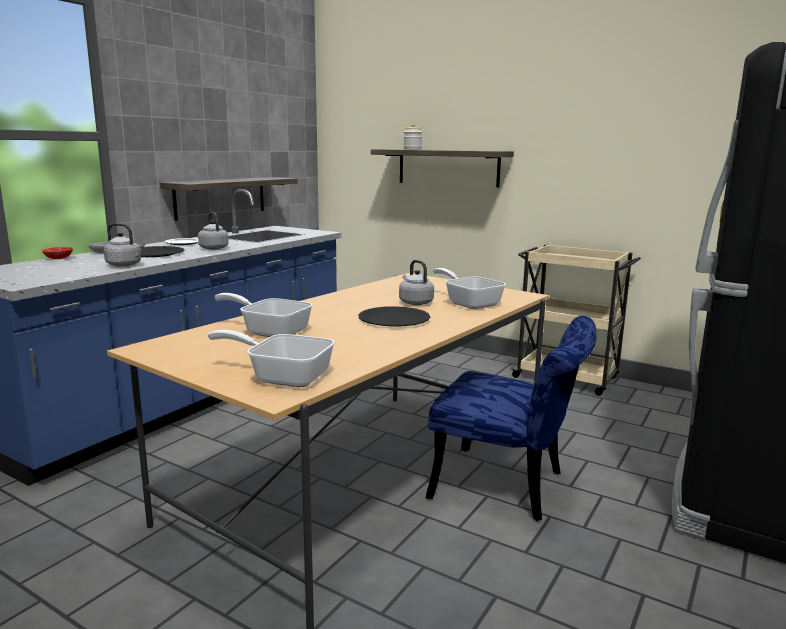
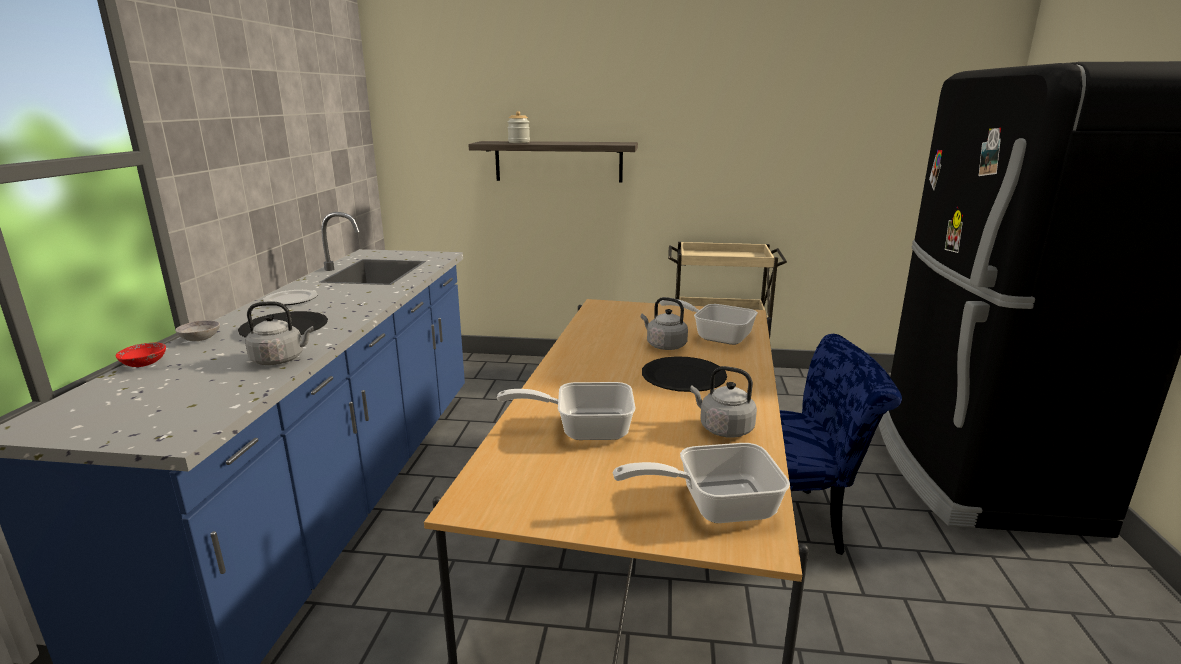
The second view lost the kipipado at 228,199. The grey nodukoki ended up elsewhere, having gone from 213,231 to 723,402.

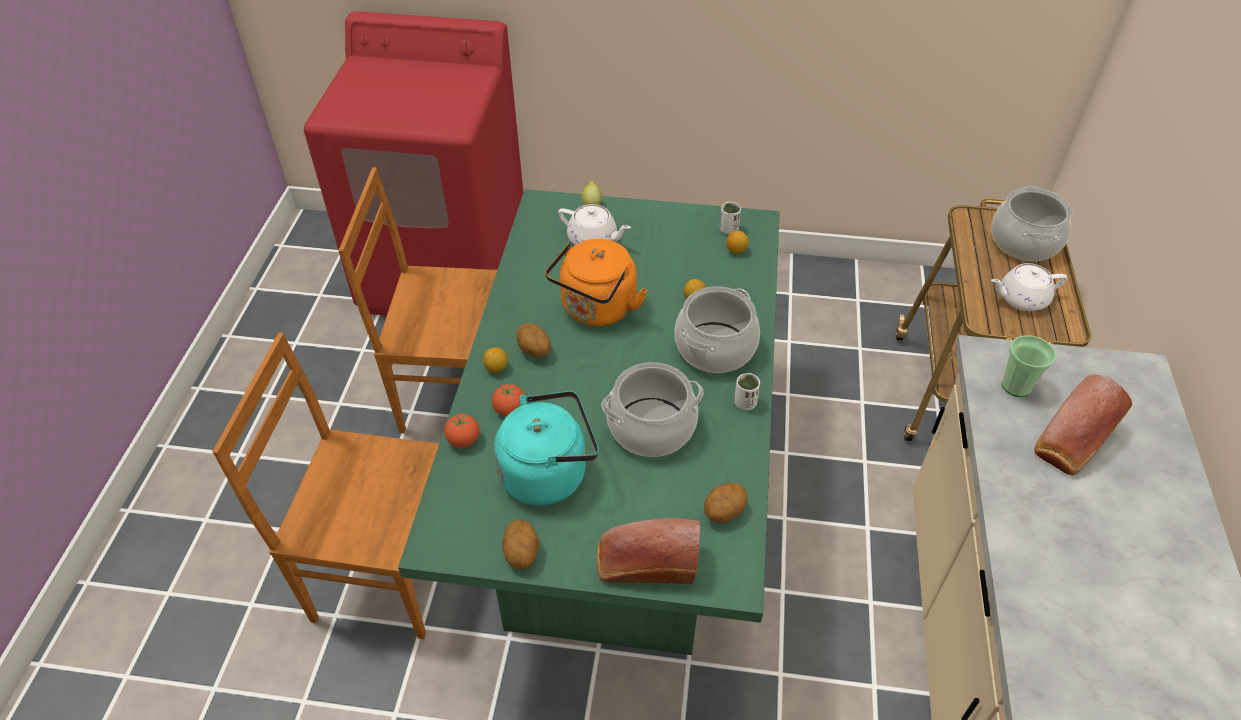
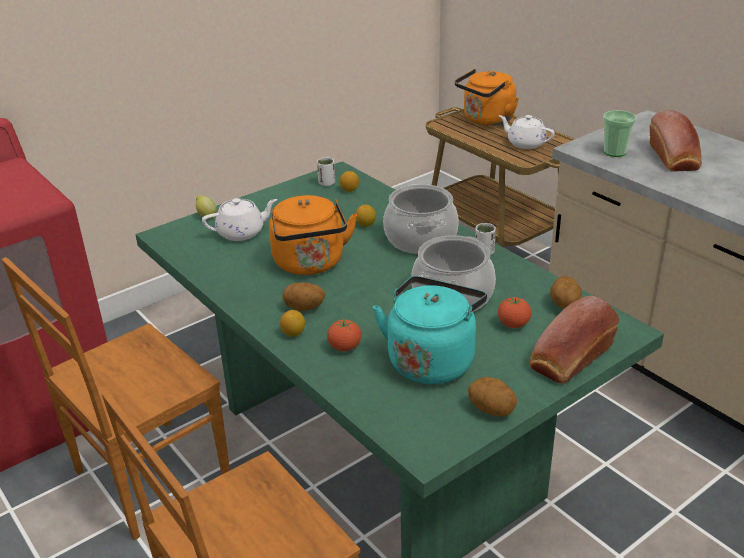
The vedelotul ended up elsewhere, having gone from 461,431 to 514,312. Where the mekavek stood at 1031,223, the orange nodukoki came to stand at 487,97. The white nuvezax at 1029,287 ended up facing another way, 90 degrees clockwise from before.

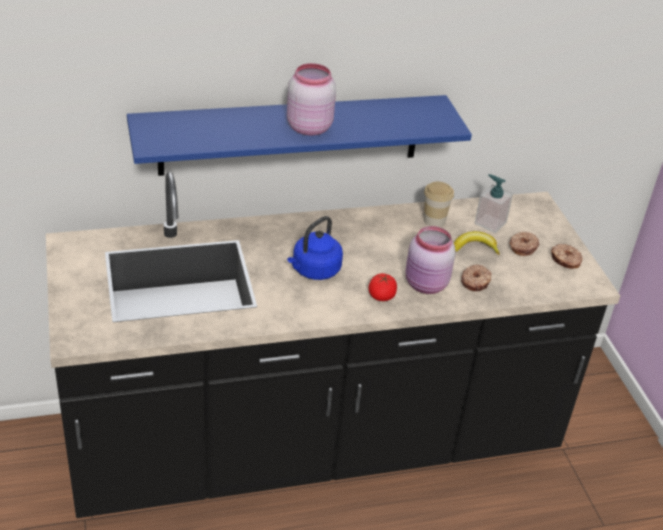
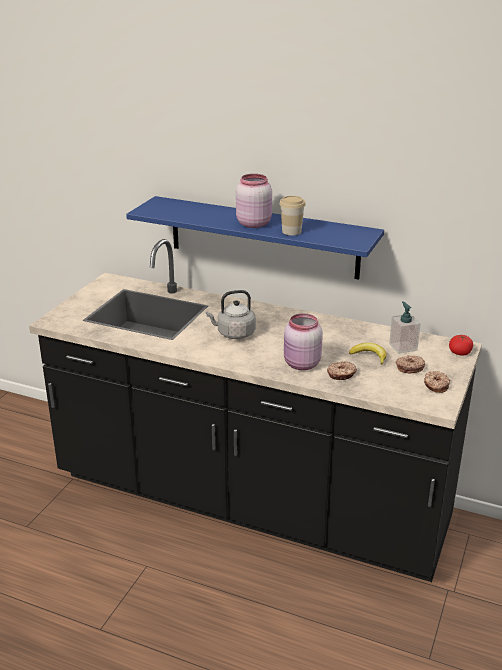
What was the blue nodukoki at 315,248 turned into the grey nodukoki at 231,314. The vedelotul ended up elsewhere, having gone from 382,287 to 461,345. The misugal ended up elsewhere, having gone from 439,204 to 292,215.

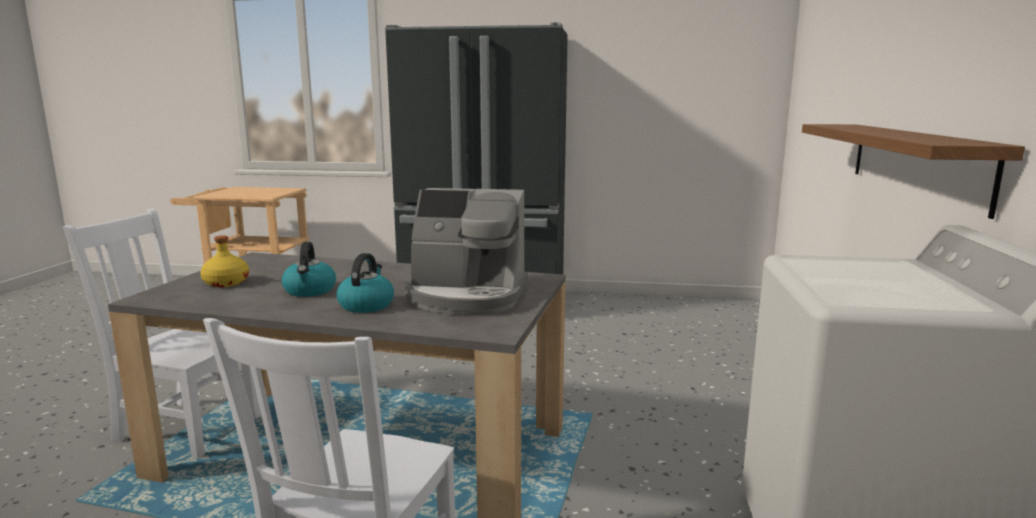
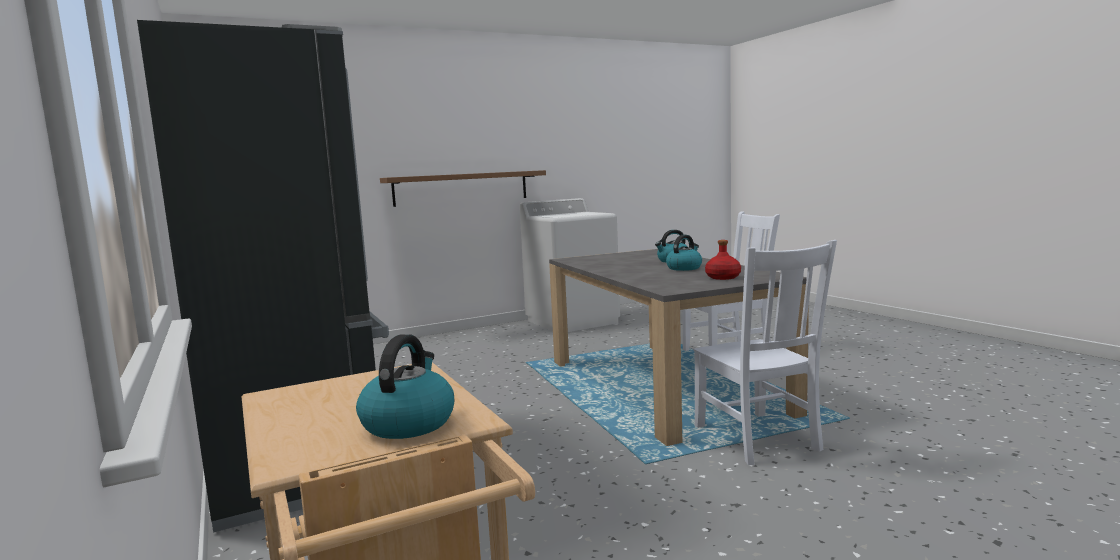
What was the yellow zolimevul at 224,261 turned into the red zolimevul at 723,260. The second view lost the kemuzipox at 466,251. The second view gained the nodukoki at 405,387.

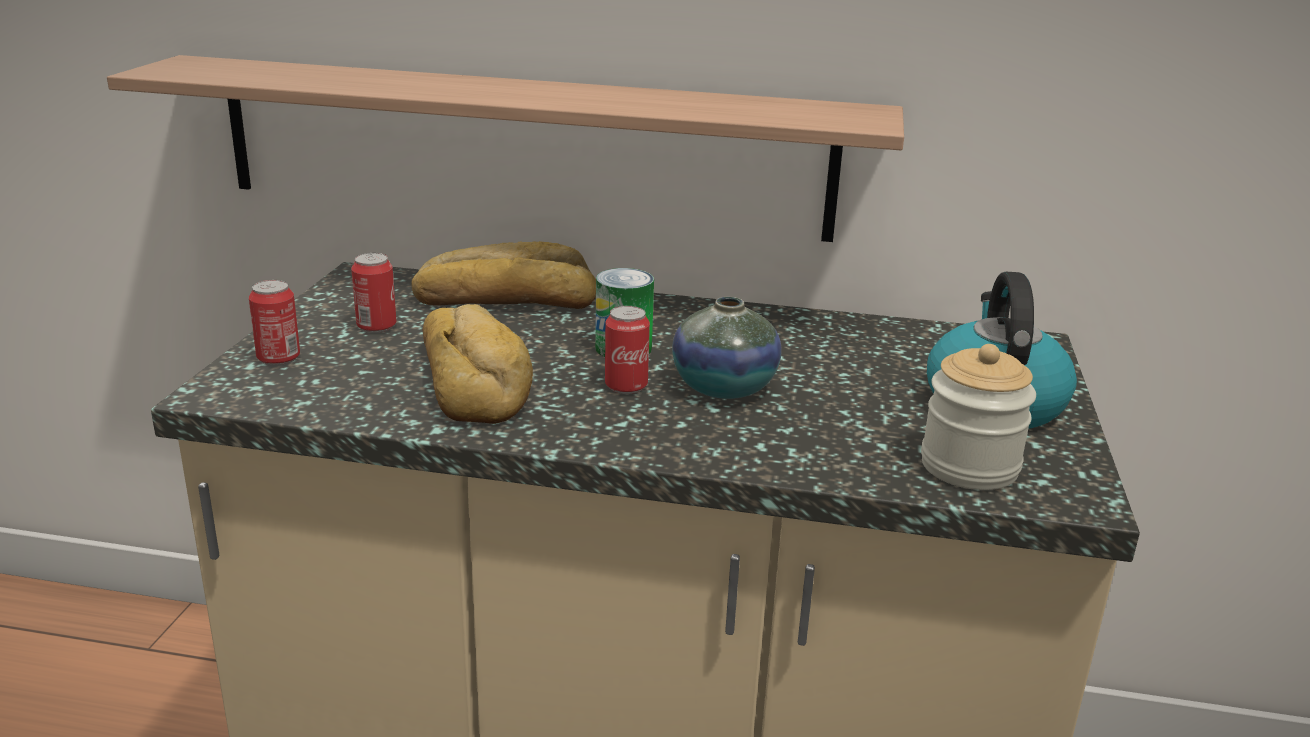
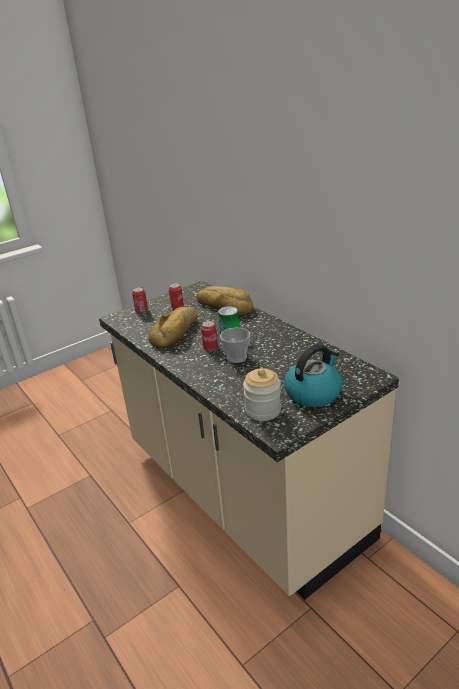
The second view lost the kipipado at 505,148. Where the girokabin stood at 726,348, the misugal came to stand at 235,345.

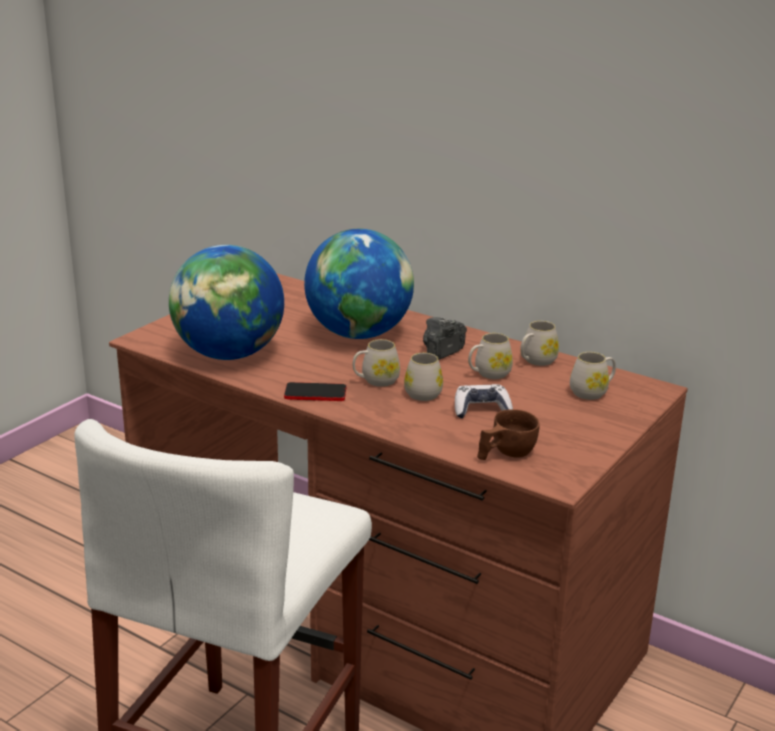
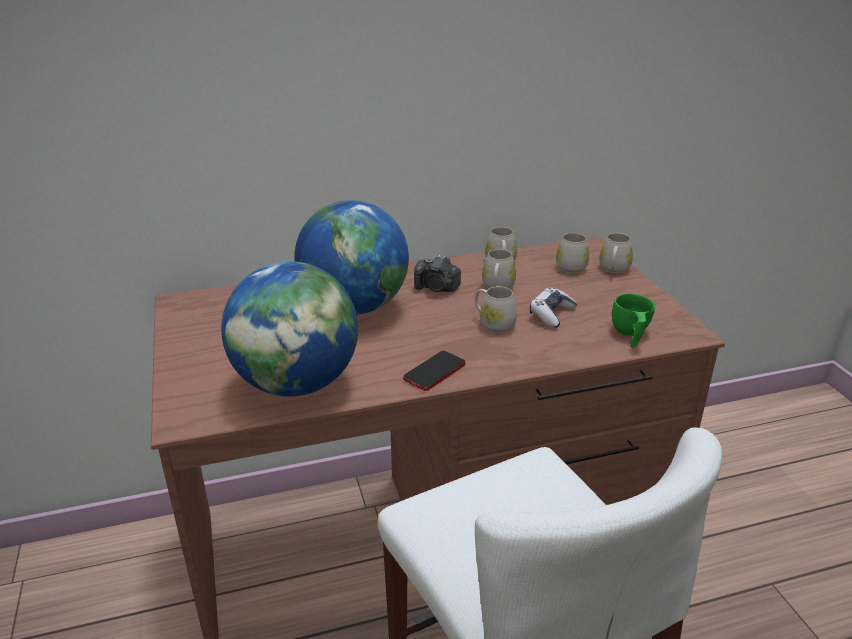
The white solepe ended up elsewhere, having gone from 376,363 to 616,253. The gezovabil at 445,338 ended up facing another way, 60 degrees counterclockwise from before. What was the brown misugal at 508,434 turned into the green misugal at 633,321.

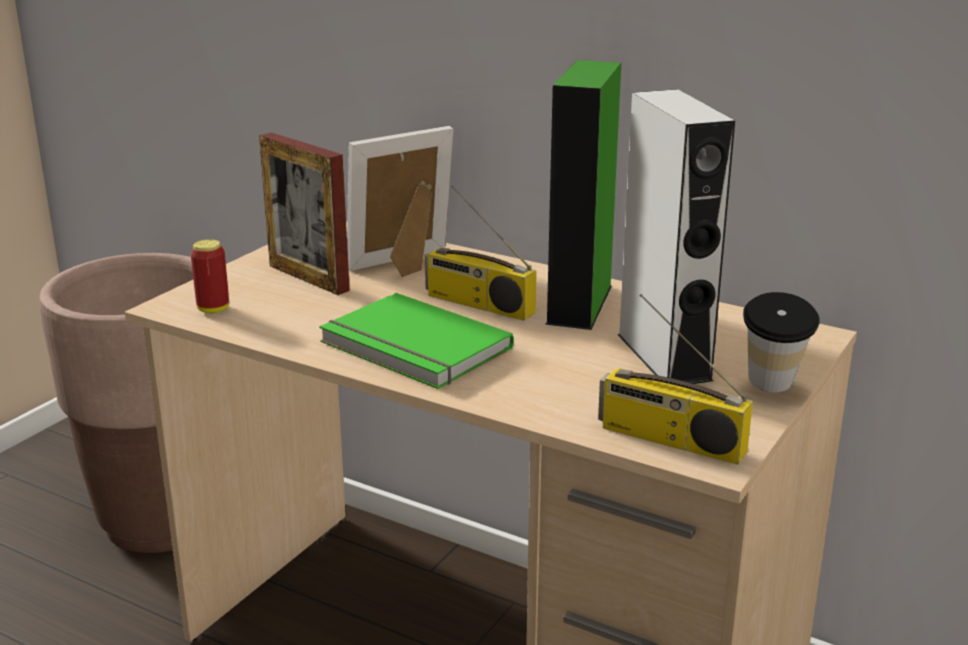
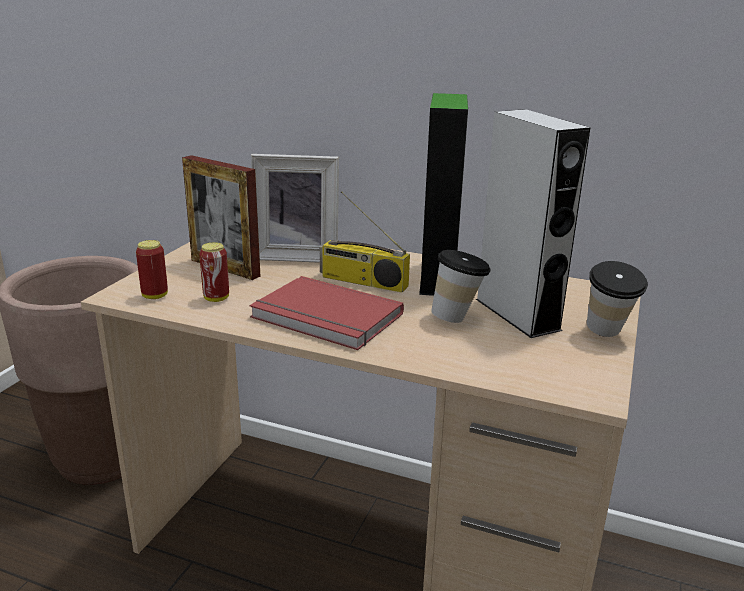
What was the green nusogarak at 416,341 turned into the red nusogarak at 327,313. The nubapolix at 400,201 ended up facing another way, 135 degrees counterclockwise from before. The second view lost the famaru at 675,379. The second view gained the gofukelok at 214,272. The second view gained the misugal at 461,286.

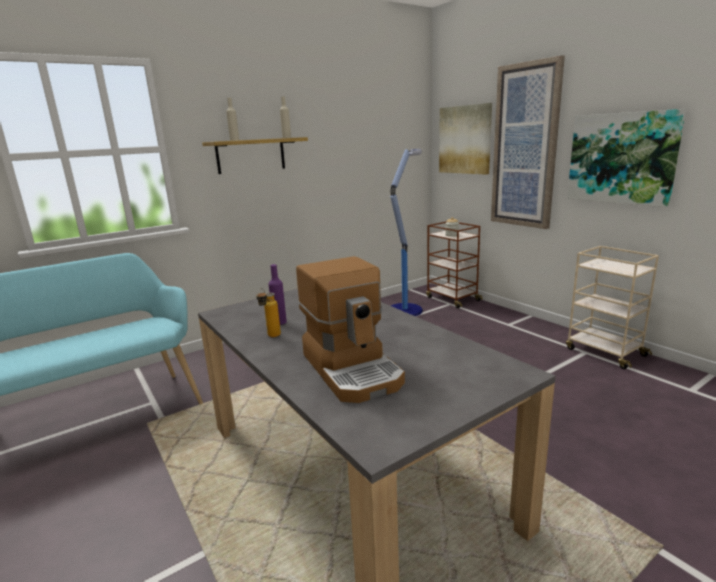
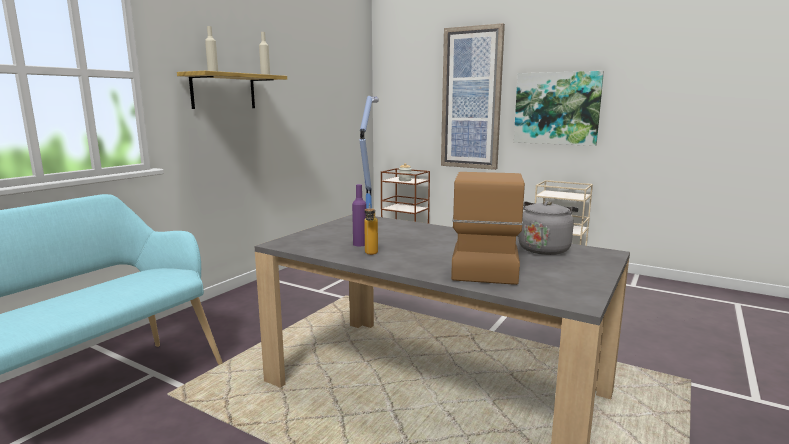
The kemuzipox at 350,329 ended up facing another way, 120 degrees counterclockwise from before. The second view lost the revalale at 465,139. The second view gained the grey nodukoki at 548,228.

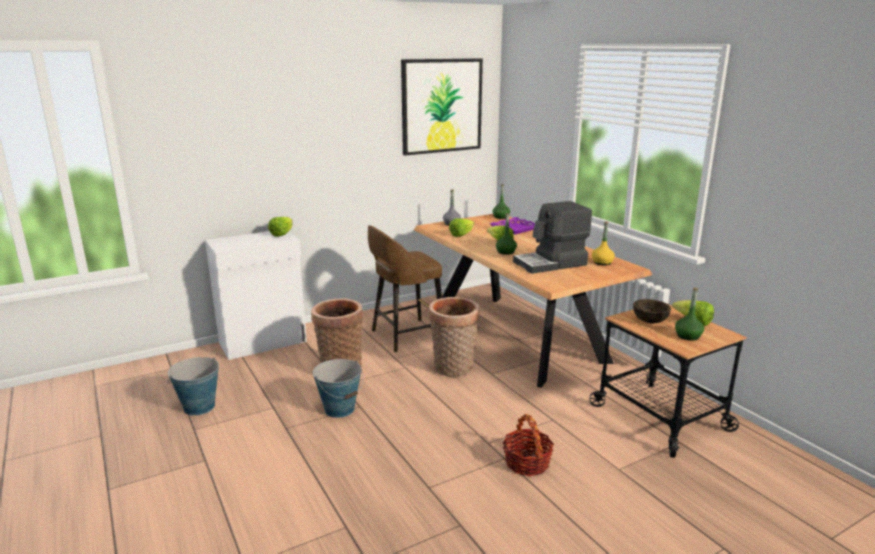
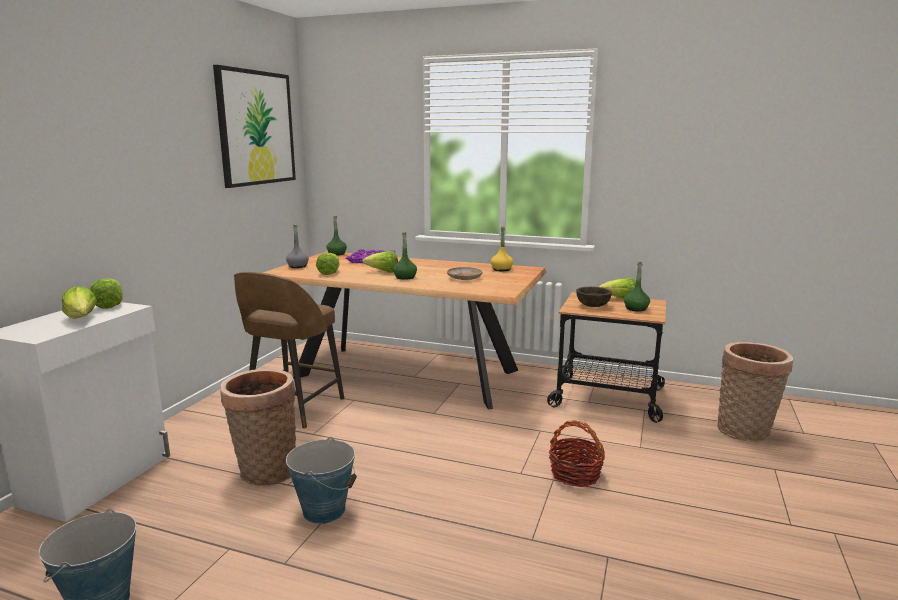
The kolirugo ended up elsewhere, having gone from 454,337 to 755,391. Where the kemuzipox stood at 552,237, the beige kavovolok came to stand at 464,273. The second view gained the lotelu at 79,302.

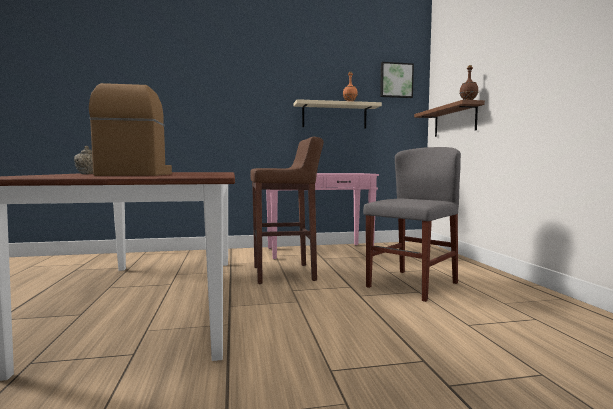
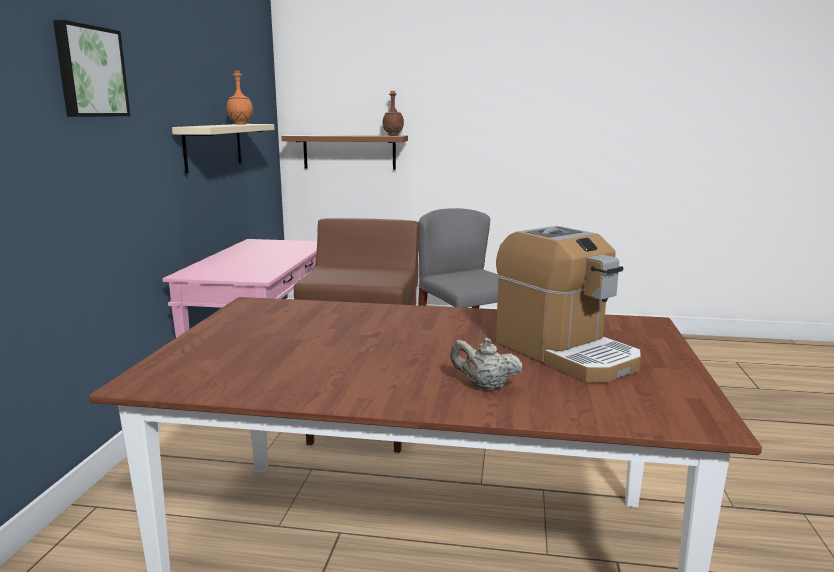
The kemuzipox at 130,129 ended up facing another way, 135 degrees counterclockwise from before. The revalale ended up elsewhere, having gone from 397,80 to 91,68.

